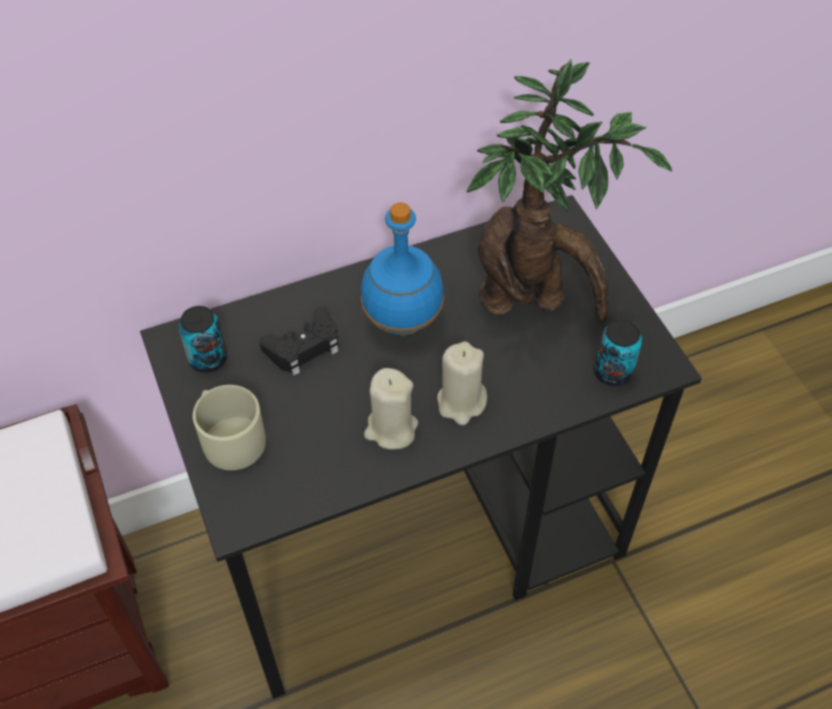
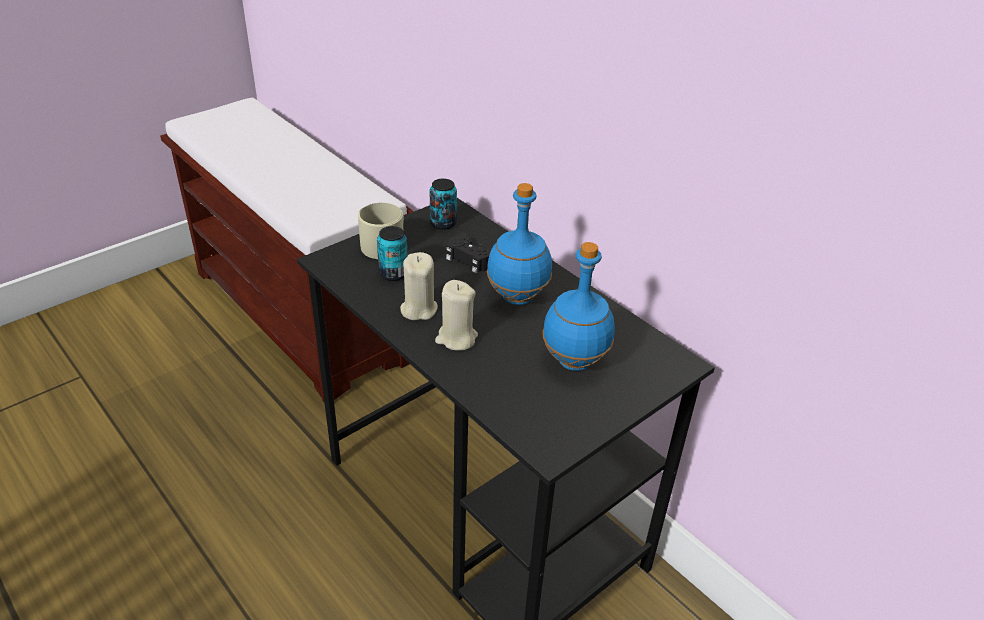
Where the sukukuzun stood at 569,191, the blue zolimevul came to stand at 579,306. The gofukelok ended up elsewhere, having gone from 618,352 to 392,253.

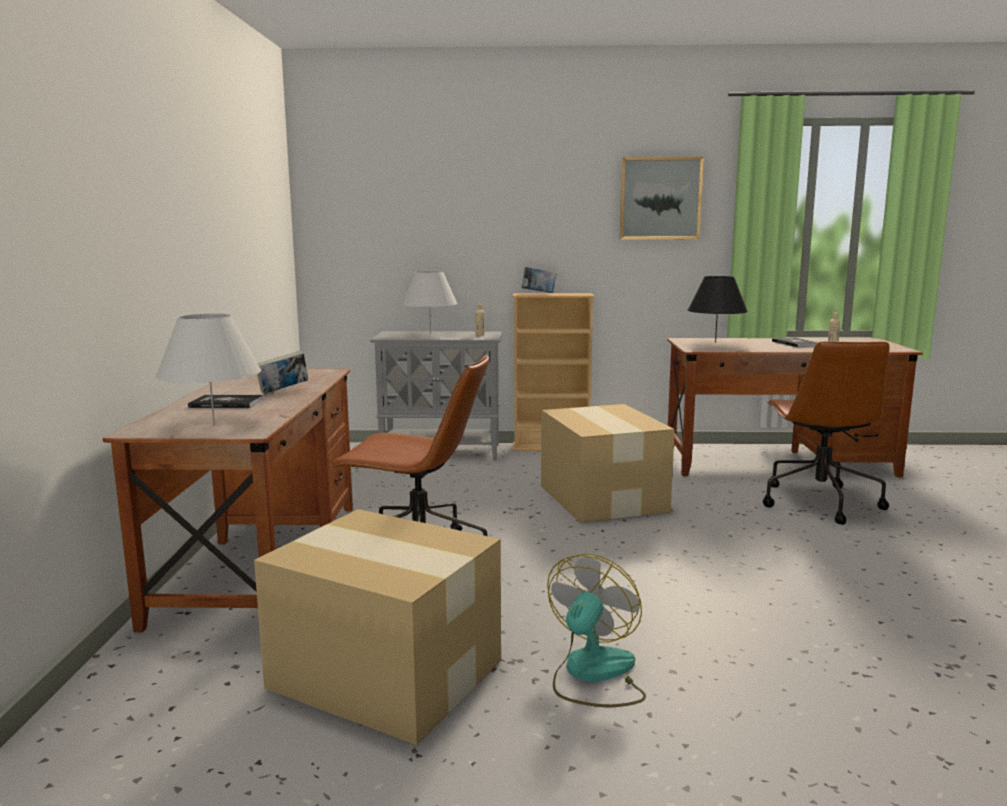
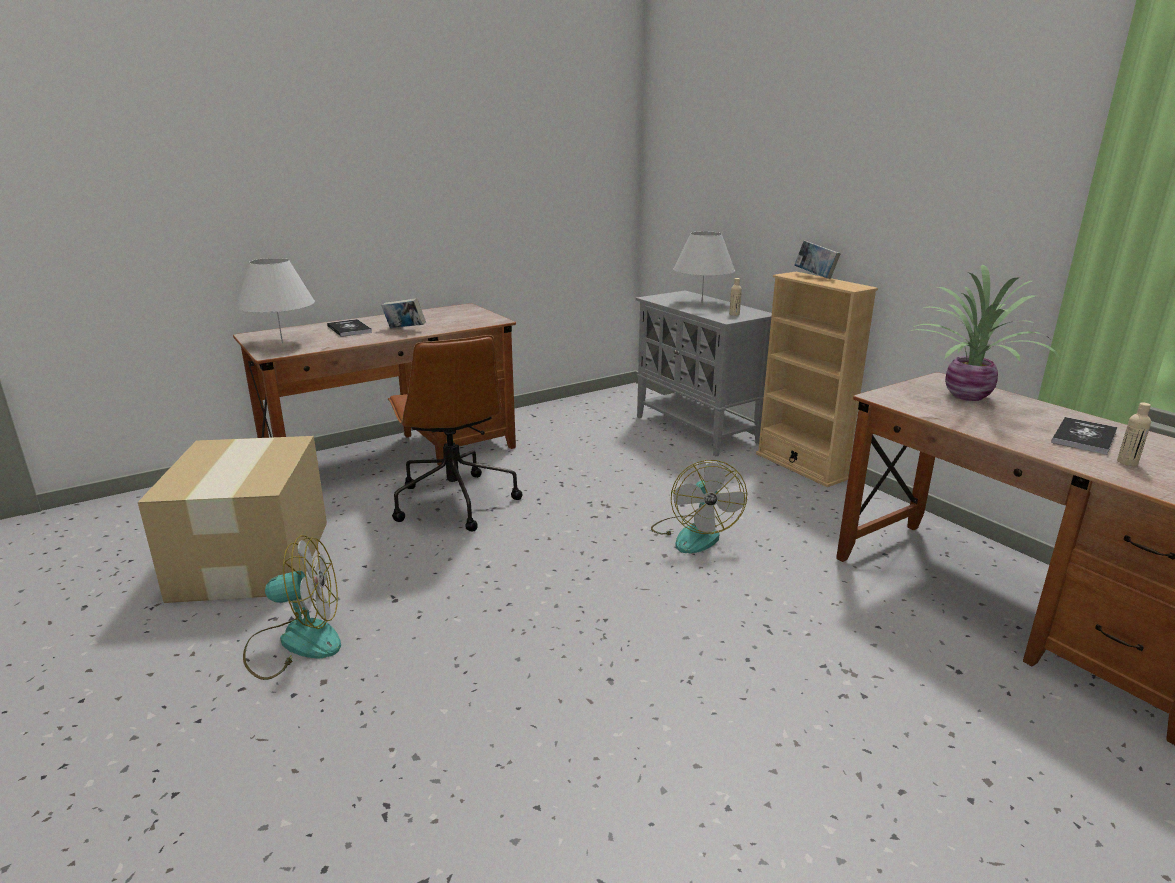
Where the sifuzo stood at 608,463, the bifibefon came to stand at 699,506. The second view lost the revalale at 662,198. Where the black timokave stood at 718,309, the sukukuzun came to stand at 983,333. The second view lost the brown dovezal at 826,433.

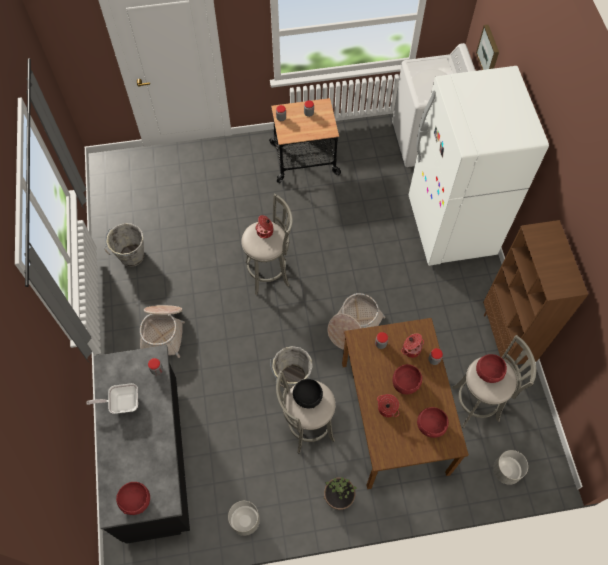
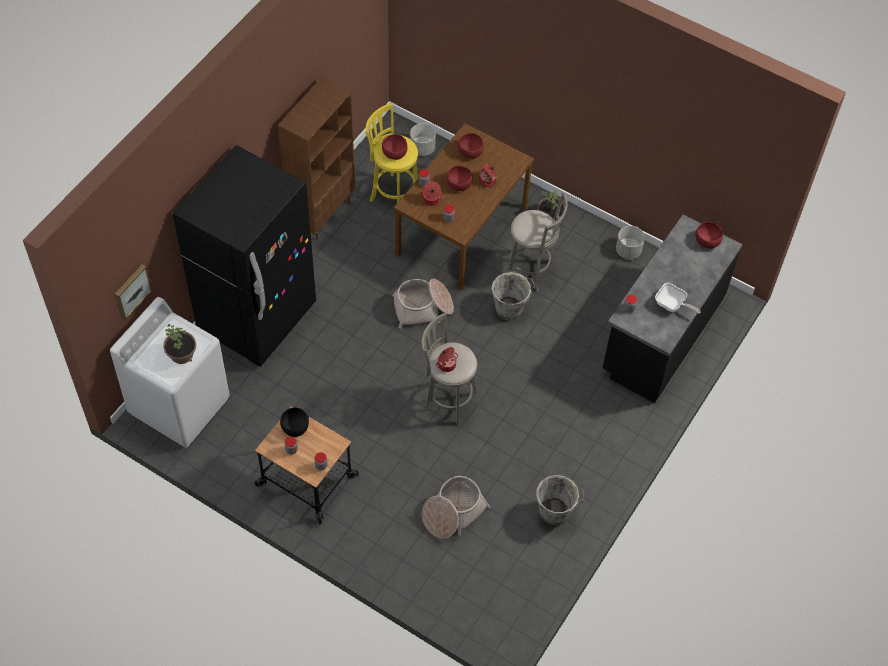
The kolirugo ended up elsewhere, having gone from 162,331 to 456,507. The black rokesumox ended up elsewhere, having gone from 308,393 to 294,422. What was the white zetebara at 478,166 turned into the black zetebara at 244,256. What was the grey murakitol at 493,381 turned into the yellow murakitol at 391,153. The second view gained the sukukuzun at 179,344.

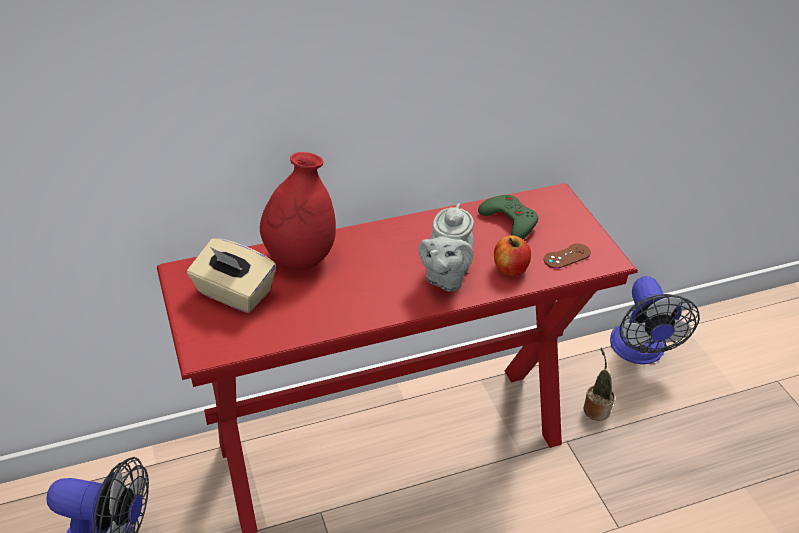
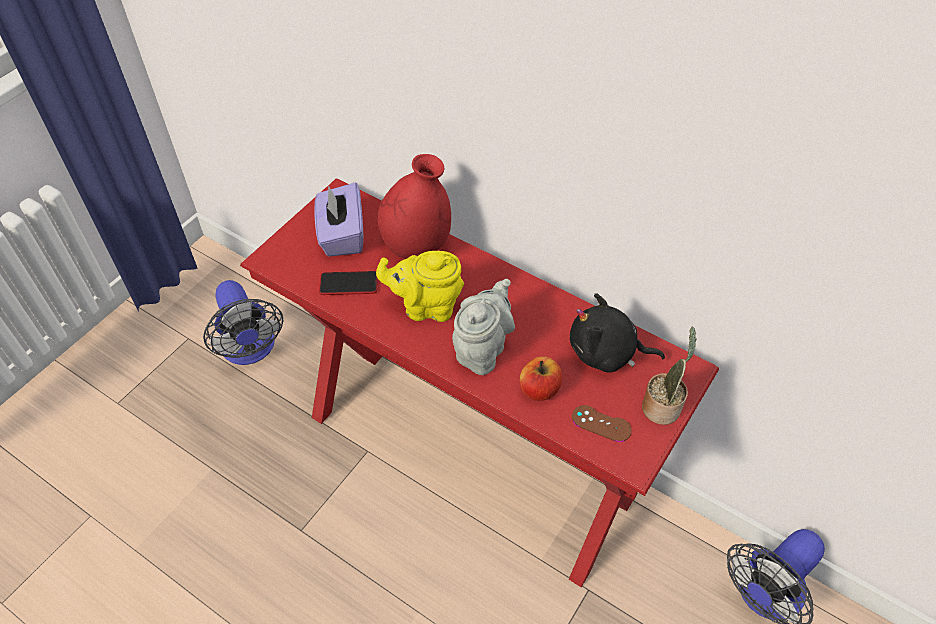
What was the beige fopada at 231,275 turned into the purple fopada at 339,220. The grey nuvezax at 446,247 ended up facing another way, 135 degrees clockwise from before. Where the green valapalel stood at 508,217, the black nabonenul came to stand at 617,332. The sukukuzun ended up elsewhere, having gone from 599,384 to 669,376. The second view gained the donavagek at 348,283. The second view gained the yellow nuvezax at 420,286.

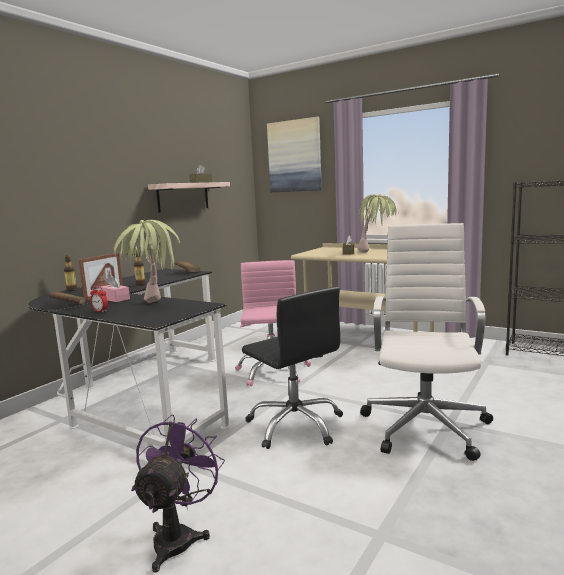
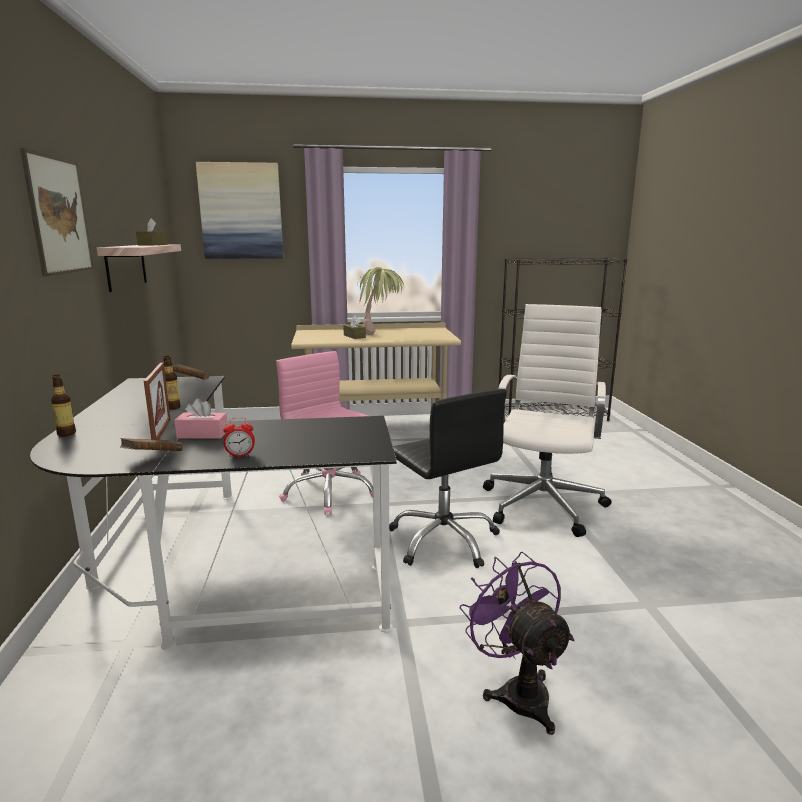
The second view lost the sukukuzun at 147,261. The black dovezal at 292,368 ended up facing another way, 45 degrees clockwise from before. The white dovezal at 426,342 ended up facing another way, 45 degrees clockwise from before. The second view gained the revalale at 57,212.

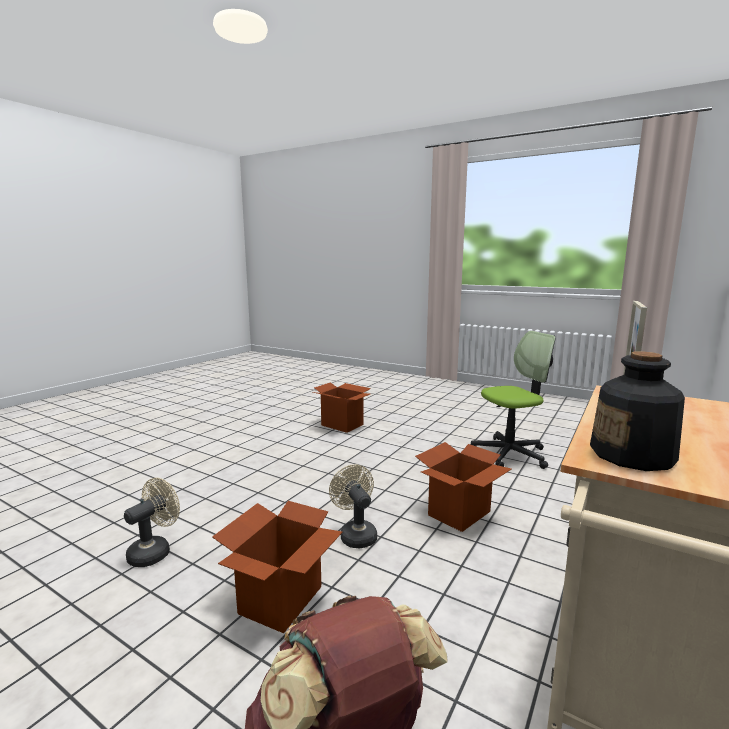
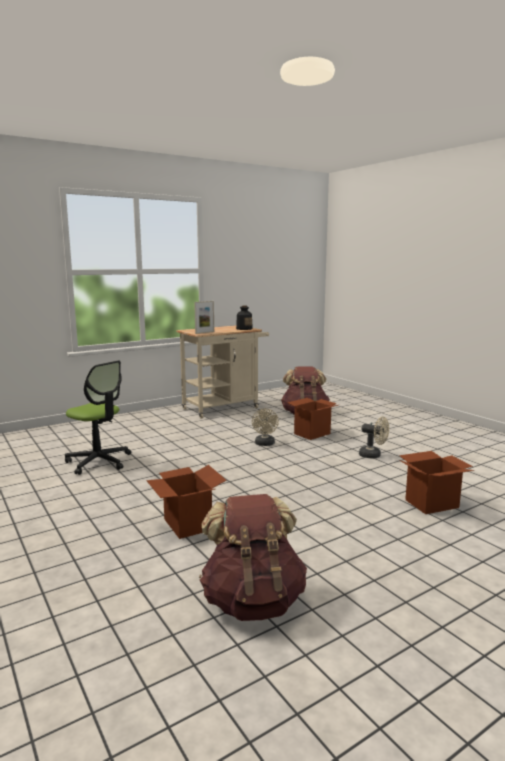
The beige bifibefon at 152,522 ended up facing another way, 120 degrees counterclockwise from before. The sifuzo ended up elsewhere, having gone from 463,487 to 437,482. The dovezal at 513,400 ended up facing another way, 150 degrees counterclockwise from before. The second view gained the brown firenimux at 253,557.

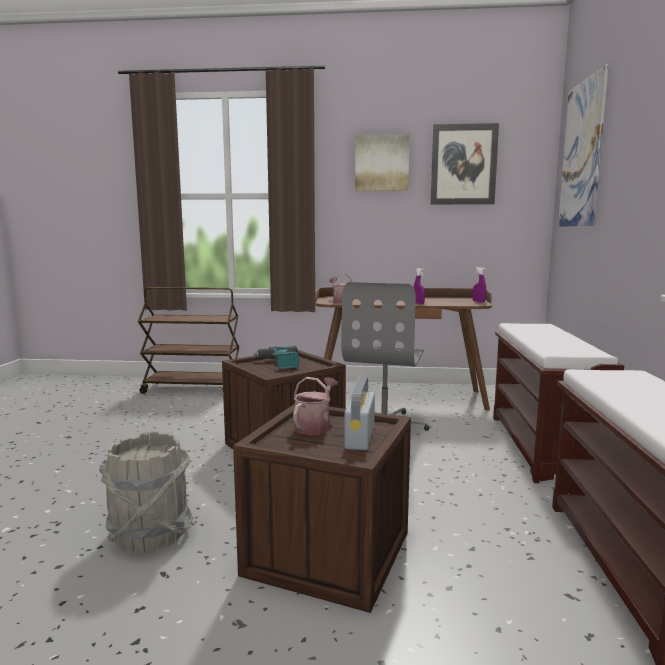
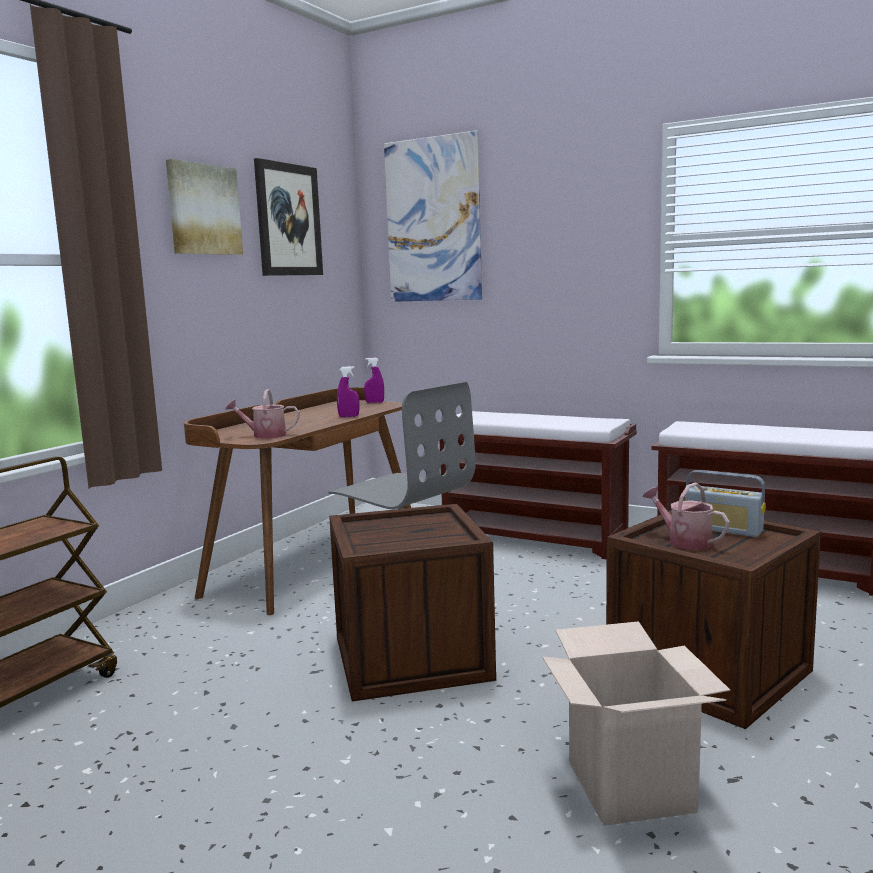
Where the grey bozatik stood at 146,492, the sifuzo came to stand at 636,723. The second view lost the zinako at 276,357.

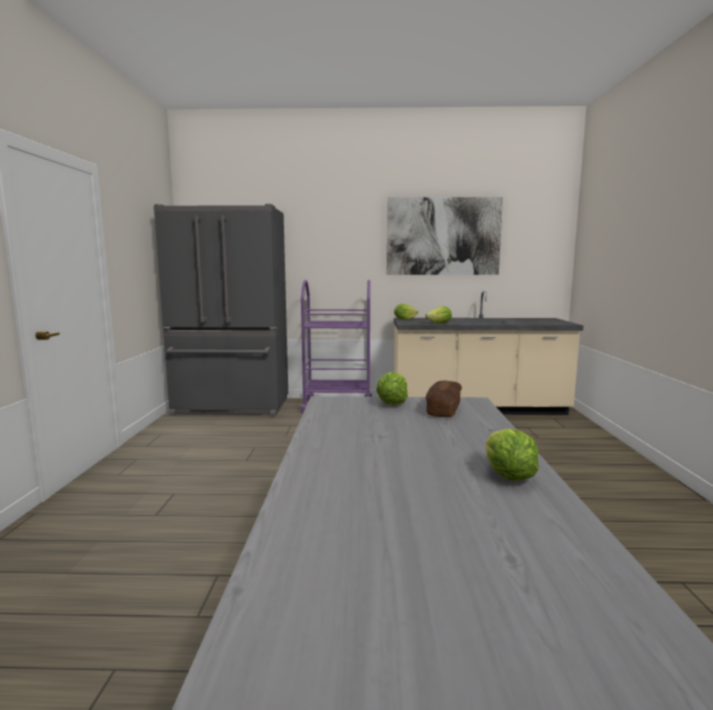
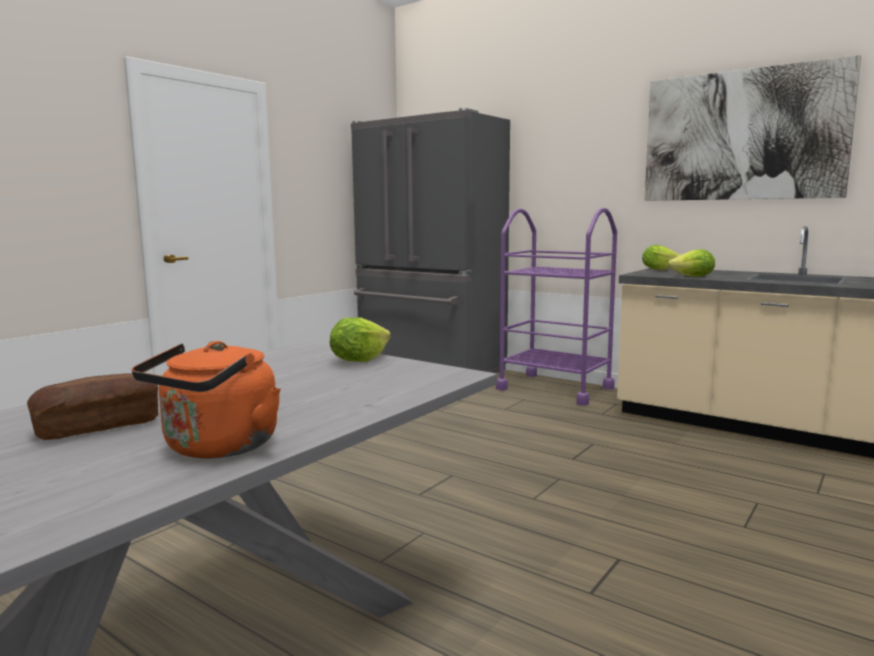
The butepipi ended up elsewhere, having gone from 444,398 to 92,407. Where the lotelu stood at 512,454, the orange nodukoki came to stand at 206,399.

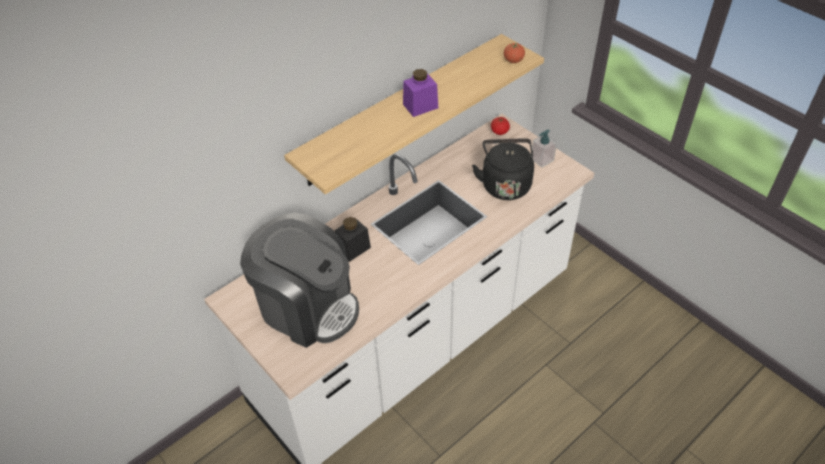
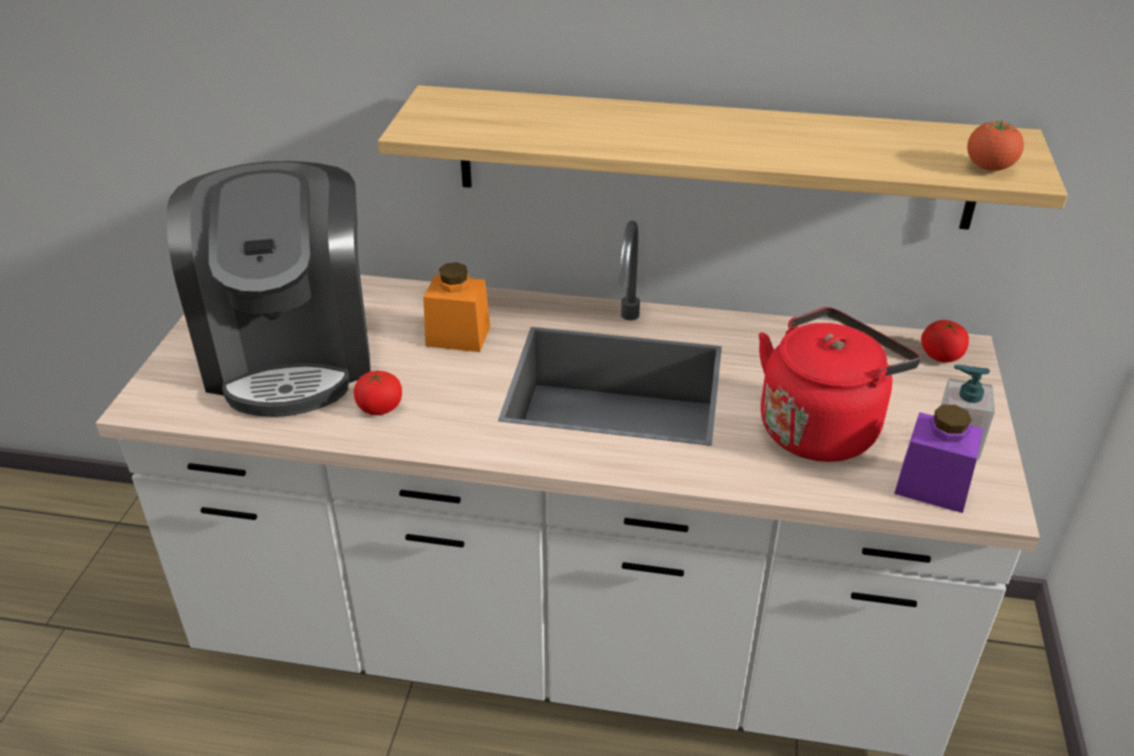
What was the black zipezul at 352,239 turned into the orange zipezul at 456,307. The purple zipezul ended up elsewhere, having gone from 420,93 to 938,459. What was the black nodukoki at 503,169 turned into the red nodukoki at 840,384. The second view gained the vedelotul at 378,392.

